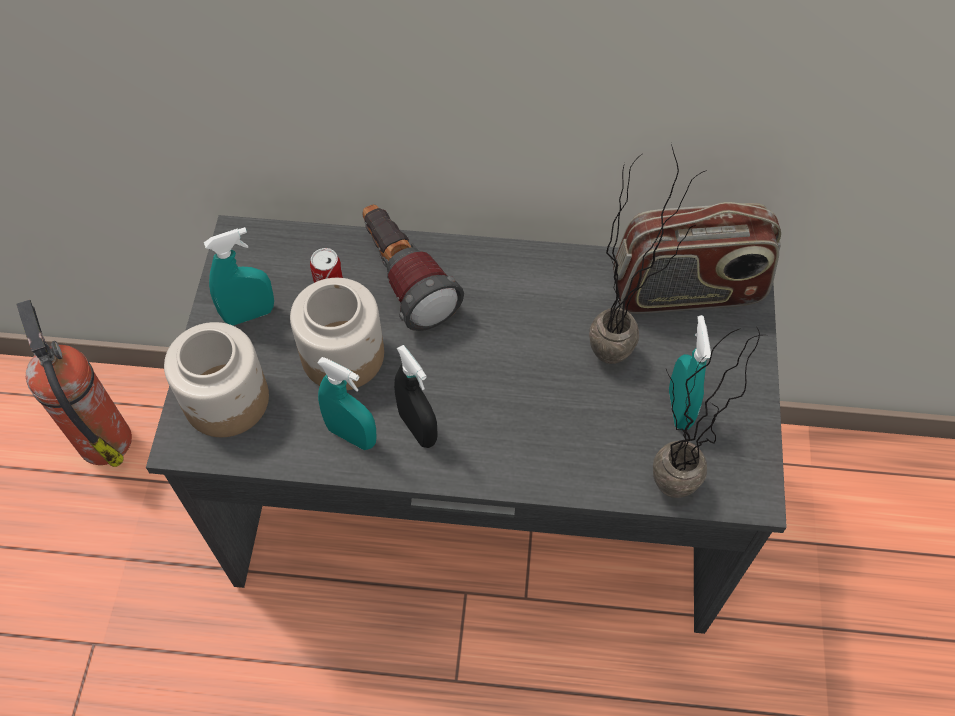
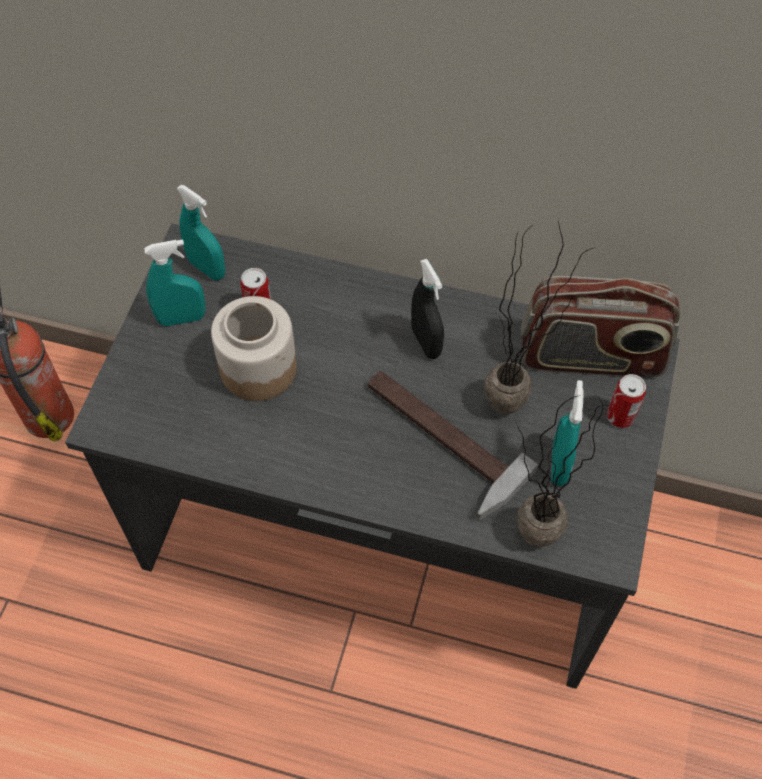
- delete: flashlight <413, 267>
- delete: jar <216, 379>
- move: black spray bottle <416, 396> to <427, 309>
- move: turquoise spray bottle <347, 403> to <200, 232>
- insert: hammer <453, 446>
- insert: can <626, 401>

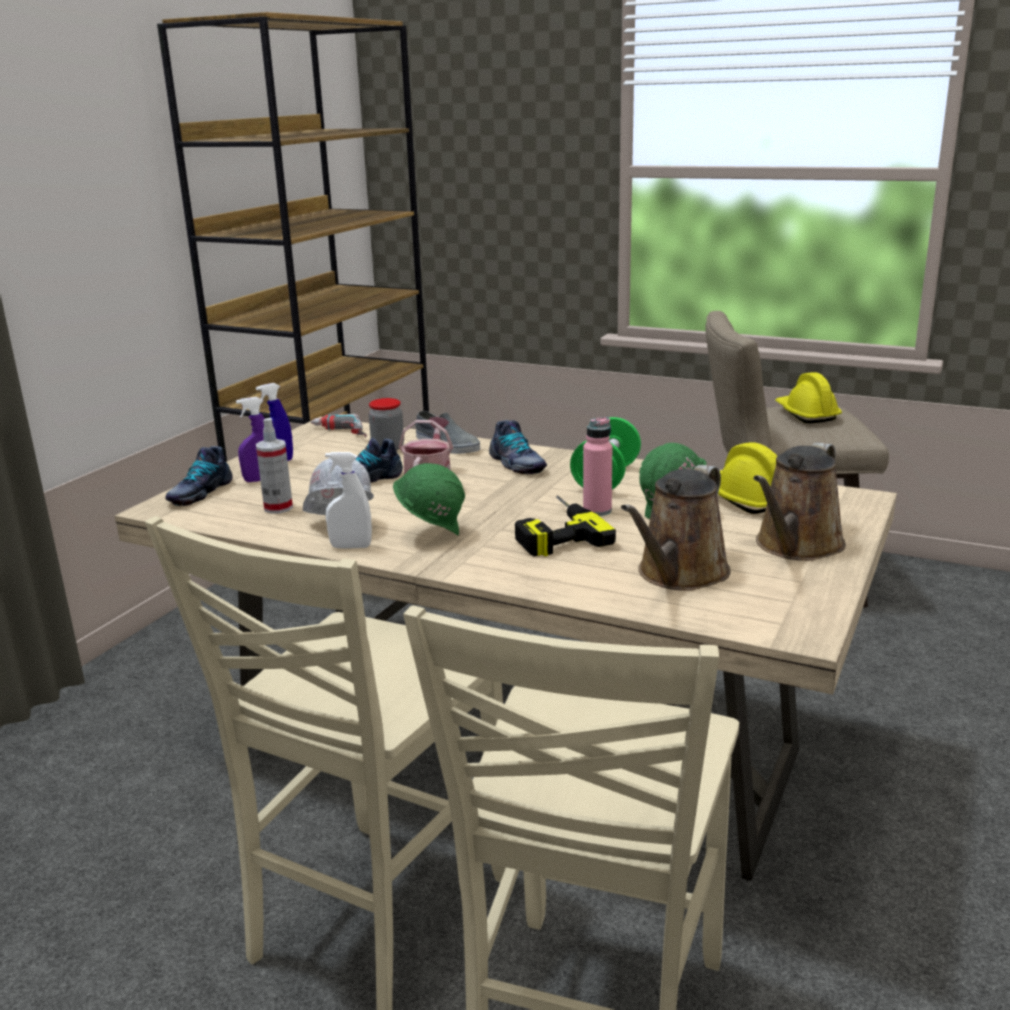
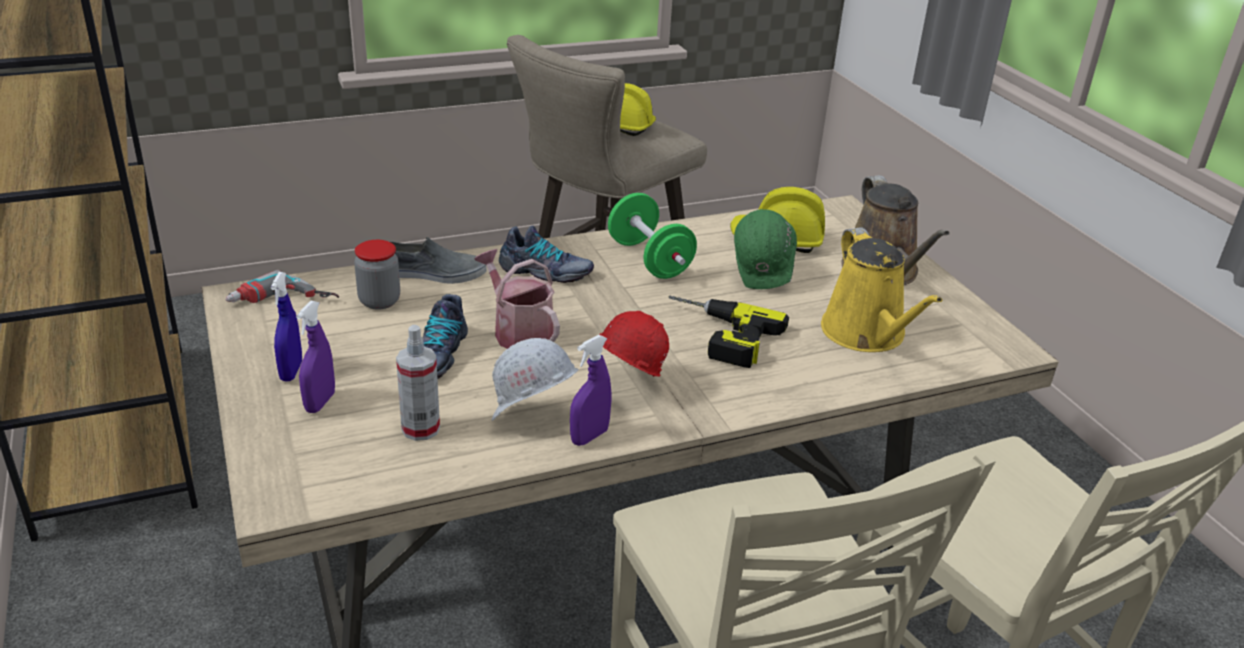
- delete: pink bottle <597, 466>
- delete: shoe <199, 476>
- recolor: white spray bottle <348, 500> to purple spray bottle <591, 390>
- recolor: green hard hat <429, 499> to red hard hat <634, 344>
- recolor: brown watering can <676, 528> to yellow watering can <881, 289>

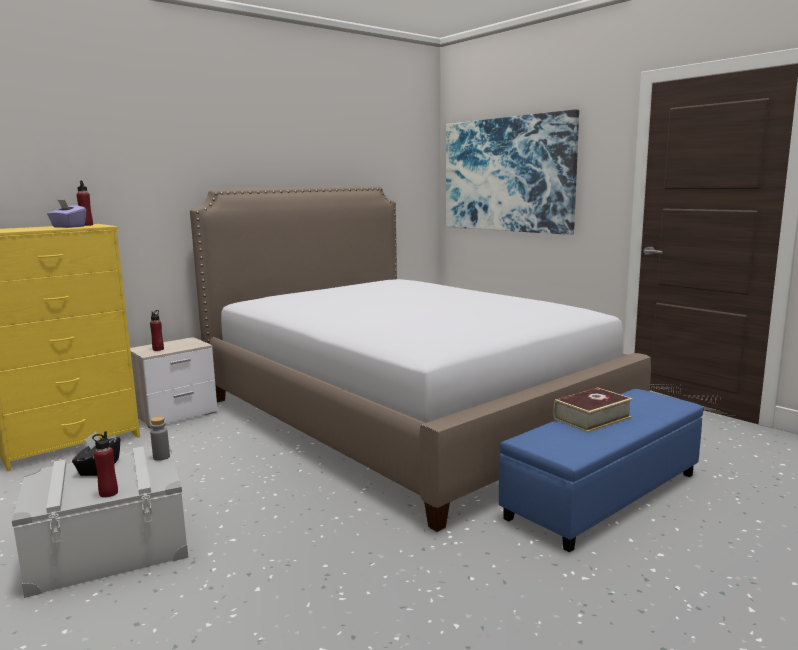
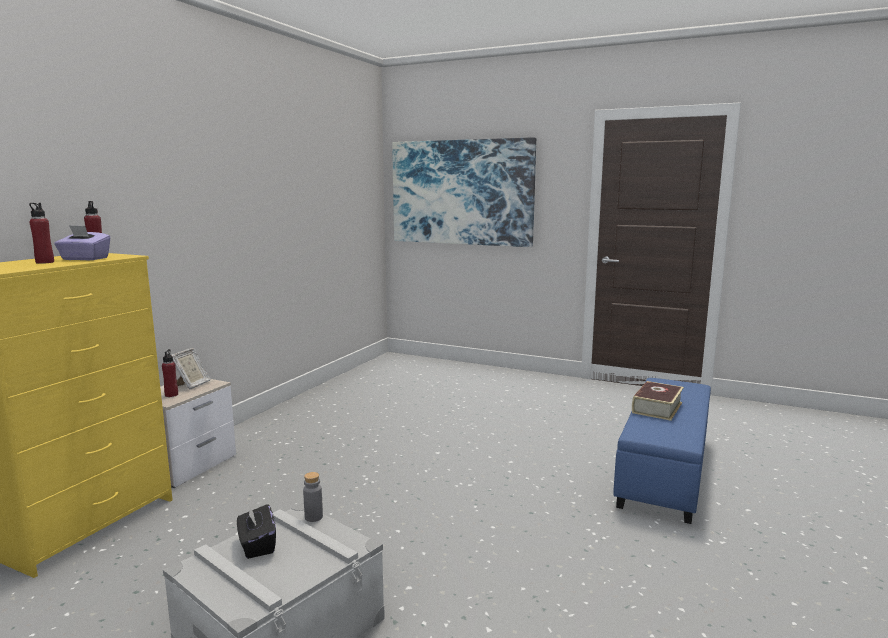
- delete: bed <420, 359>
- move: red bottle <105, 464> to <41, 233>
- insert: picture frame <190, 368>

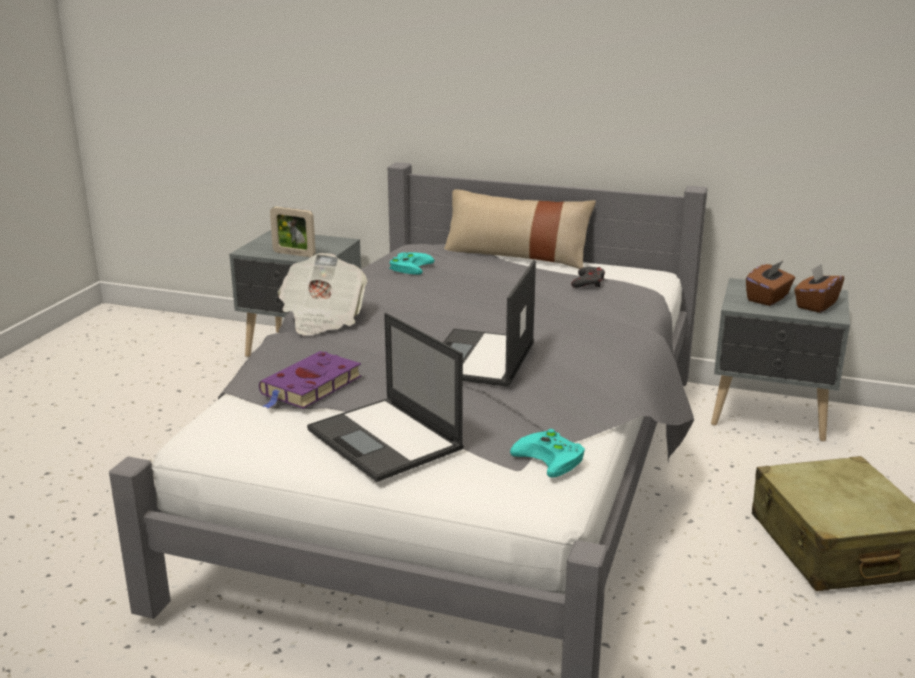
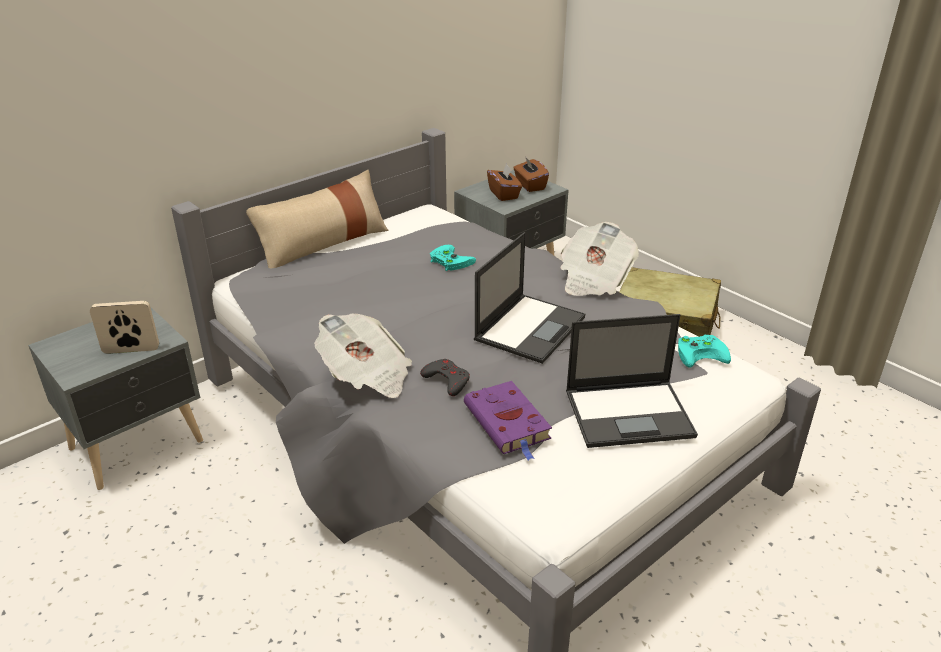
- rotate: picture frame <293, 232> = <124, 327> 150 degrees counterclockwise
- move: turquoise game controller <411, 263> to <453, 258>
- rotate: laptop <489, 323> = <529, 298> 105 degrees counterclockwise
- move: grey game controller <588, 277> to <445, 377>
- insert: newspaper <599, 259>

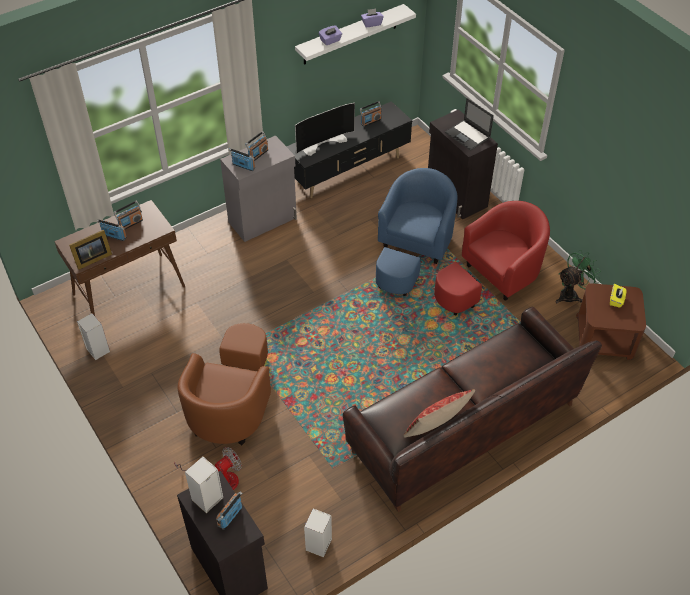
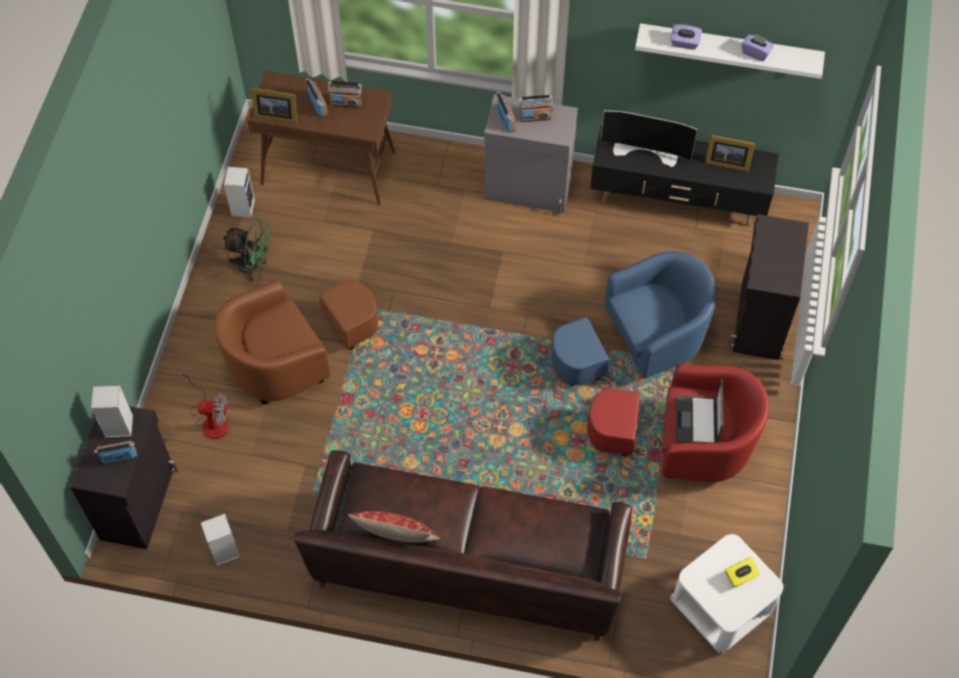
- move: laptop <469, 124> to <699, 411>
- replace: radio <371, 114> to picture frame <730, 153>
- move: green fan <578, 277> to <248, 249>
- recolor: brown side table <611, 321> to white side table <726, 594>

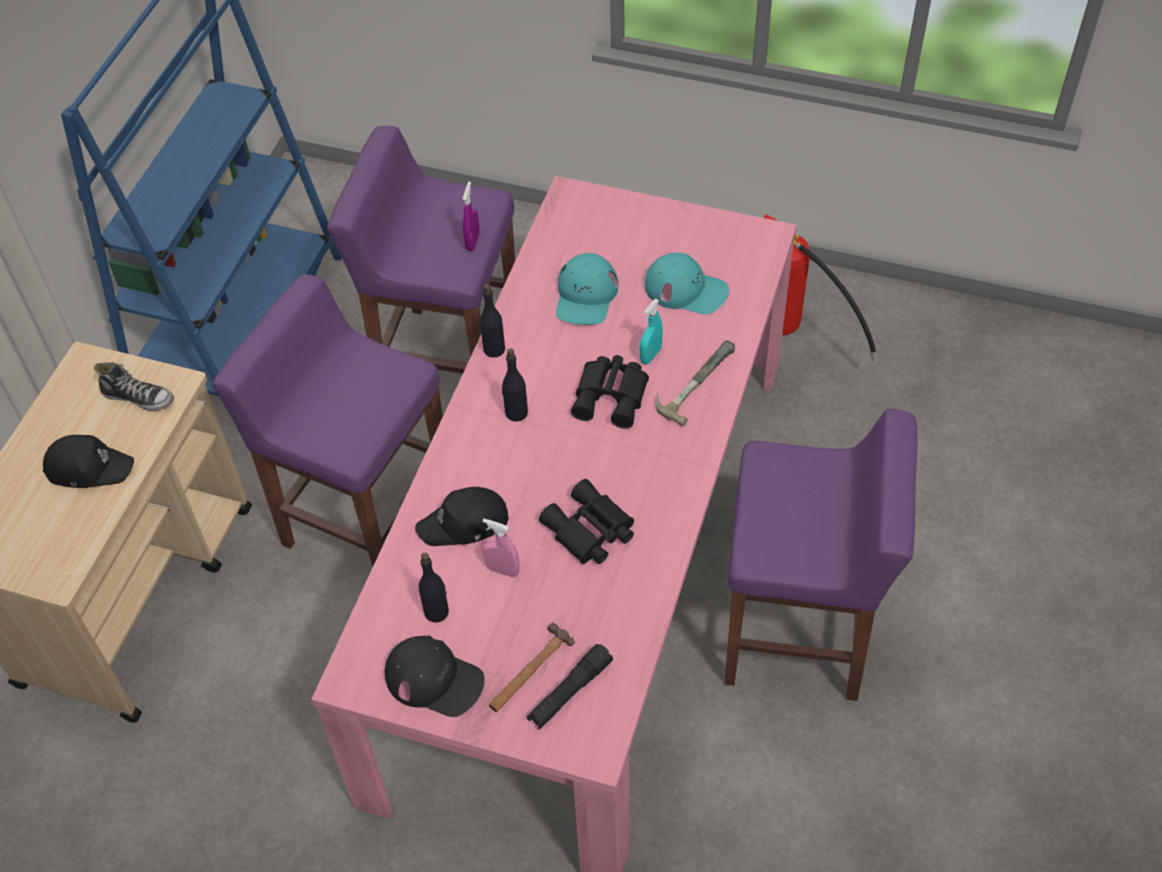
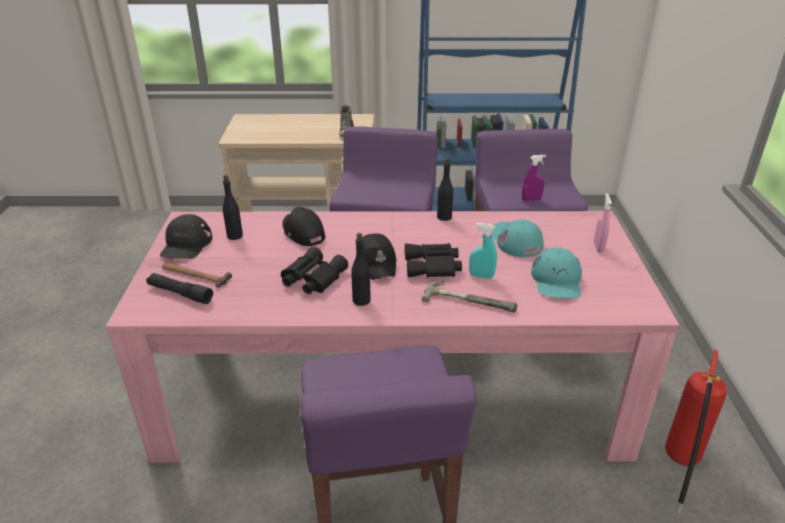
- rotate: turquoise cap <587, 289> = <517, 239> 75 degrees clockwise
- move: black bottle <515, 385> to <361, 269>
- move: black cap <88, 461> to <379, 257>
- move: pink spray bottle <501, 548> to <603, 223>

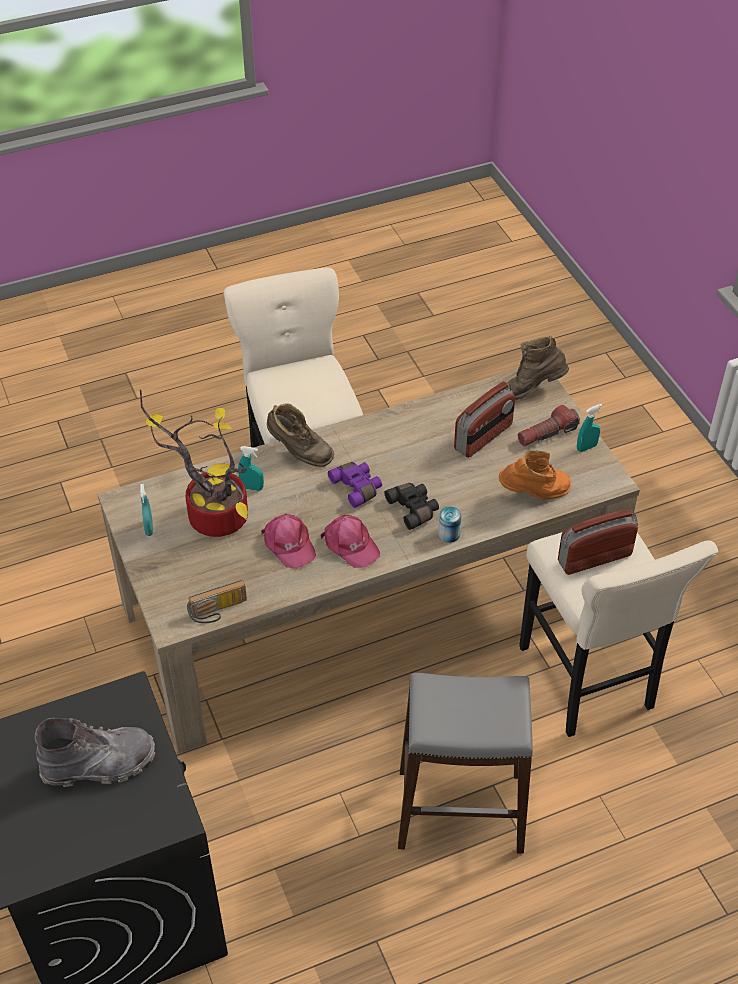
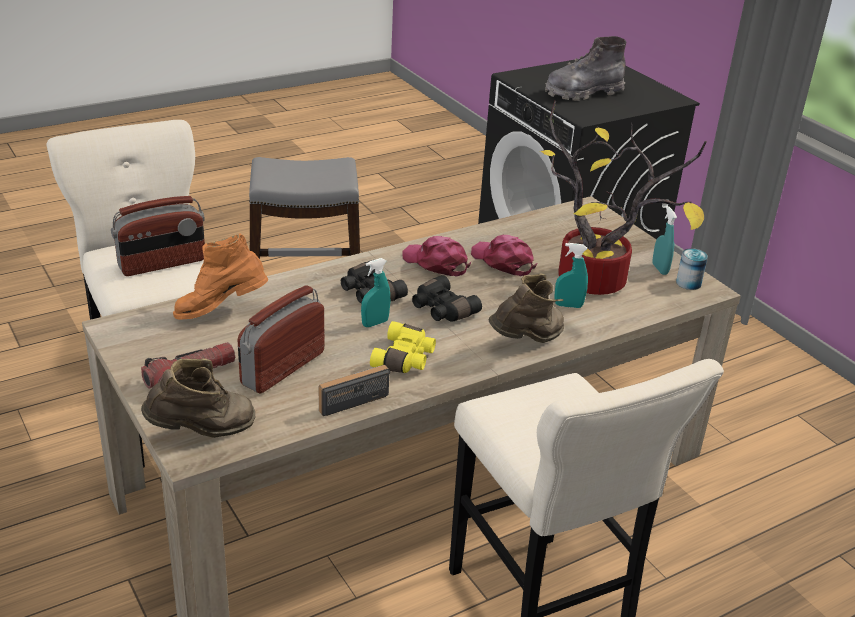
- rotate: brown boot <300, 435> = <526, 308> 120 degrees clockwise
- move: turquoise spray bottle <589, 428> to <375, 292>
- recolor: purple binoculars <355, 485> to black binoculars <447, 298>
- move: can <450, 524> to <692, 269>
- move: radio <217, 601> to <355, 390>
- insert: yellow binoculars <403, 347>

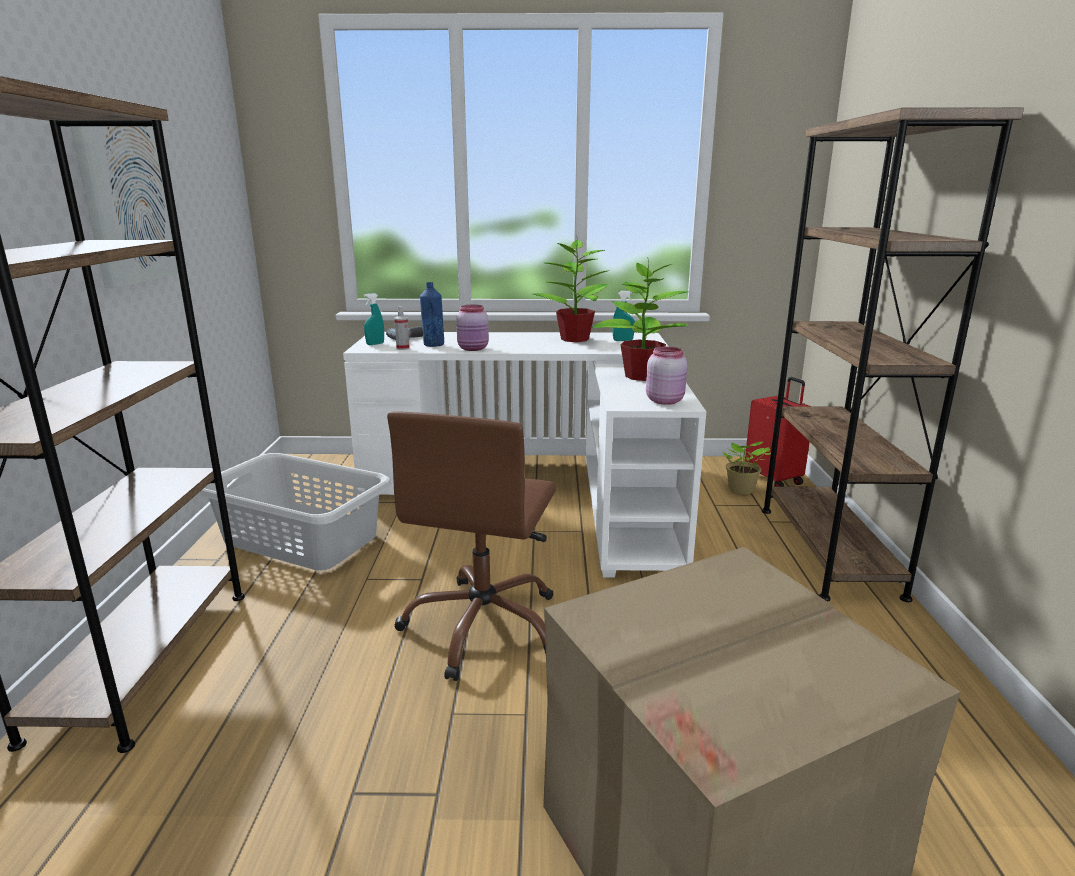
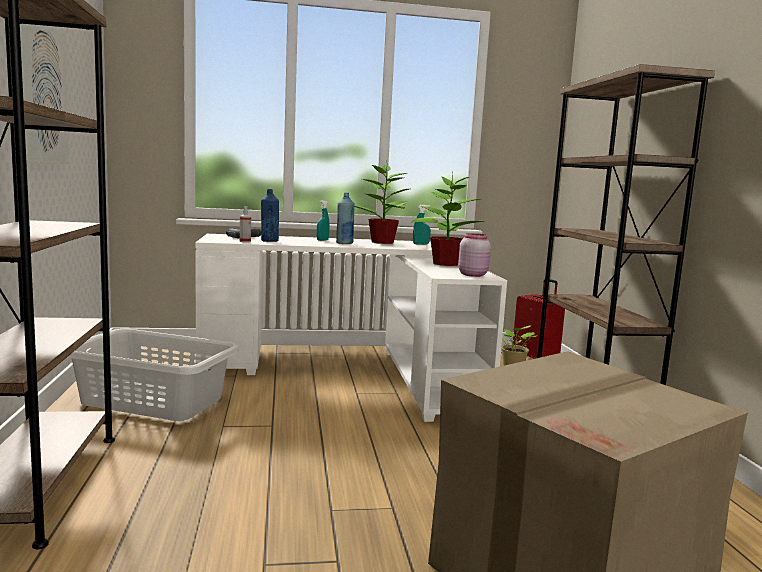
- move: turquoise spray bottle <374, 319> to <323, 220>
- delete: pink jar <472, 328>
- delete: brown office chair <471, 546>
- insert: blue bottle <345, 218>

